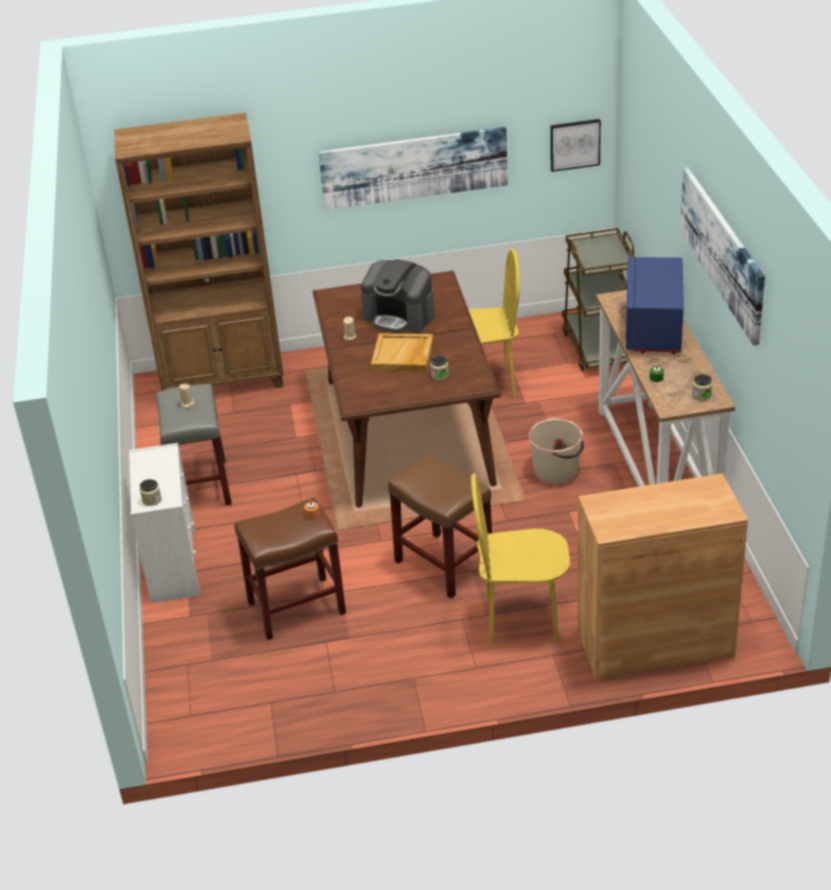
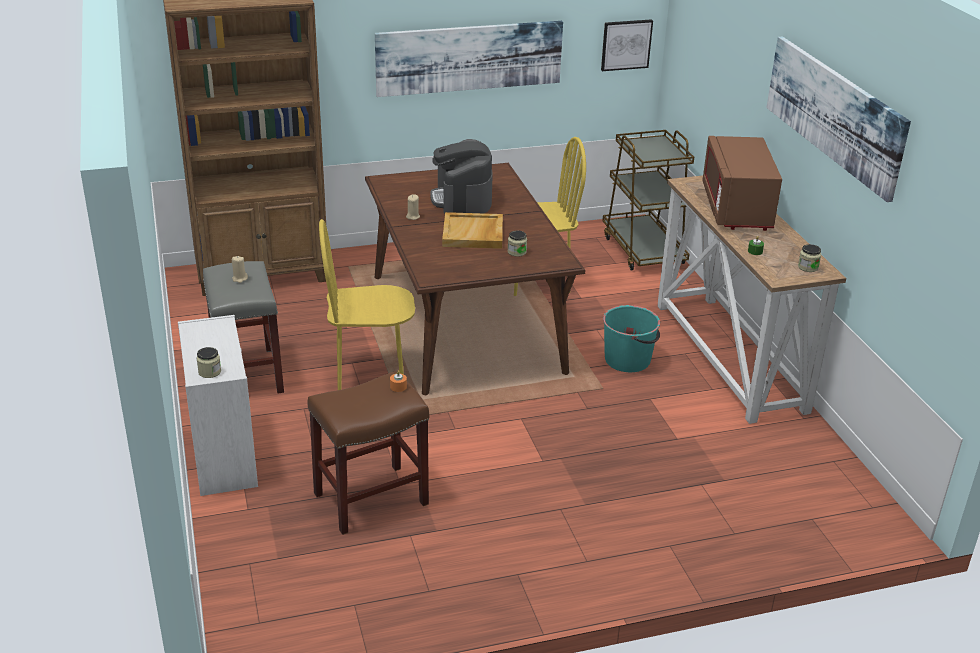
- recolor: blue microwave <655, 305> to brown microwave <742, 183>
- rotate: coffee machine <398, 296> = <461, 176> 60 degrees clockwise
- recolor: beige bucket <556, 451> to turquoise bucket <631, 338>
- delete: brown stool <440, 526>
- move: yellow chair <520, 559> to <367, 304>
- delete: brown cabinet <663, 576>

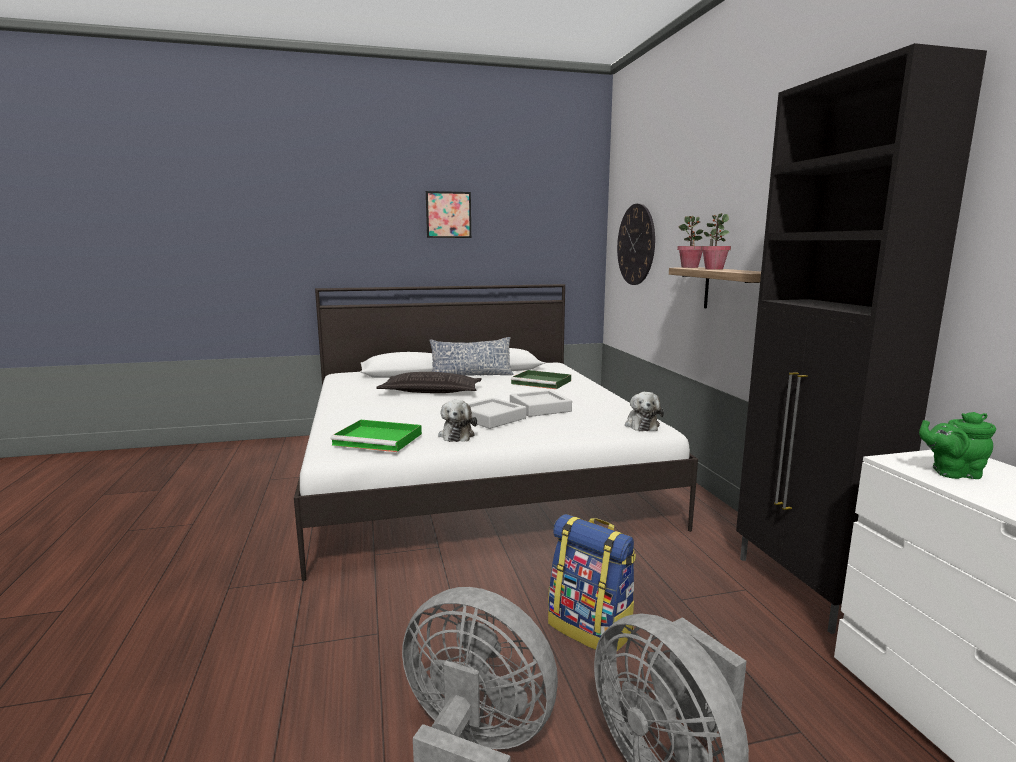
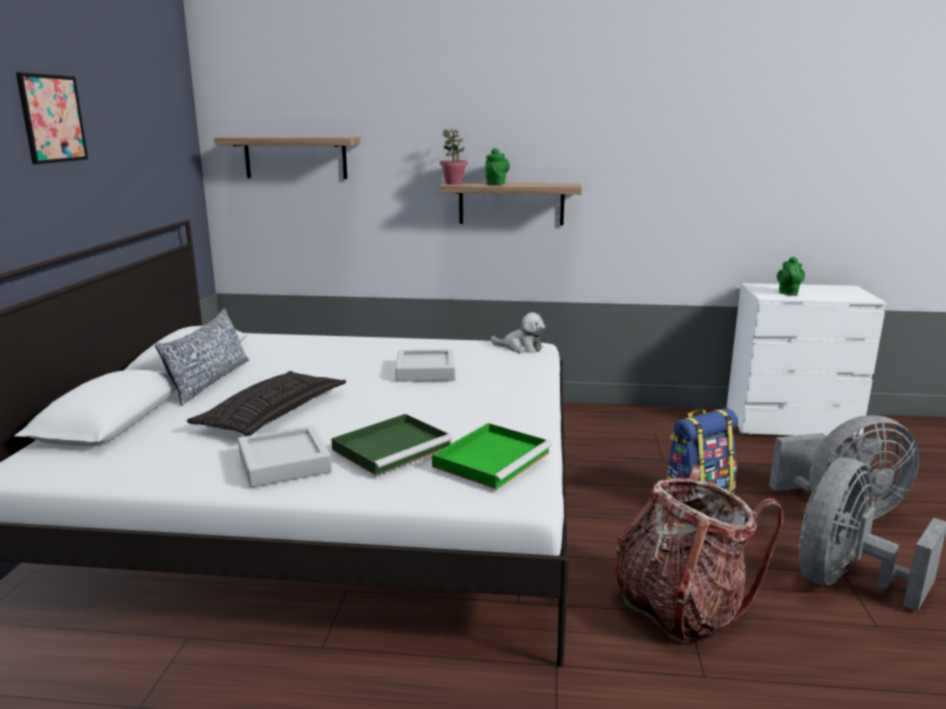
- delete: black cabinet <861, 338>
- replace: wall clock <636, 244> to shelf <287, 158>
- replace: potted plant <716, 241> to green teapot <497, 166>
- move: green tray <541, 379> to <392, 445>
- move: grey tray <497, 413> to <285, 456>
- delete: plush toy <457, 421>
- insert: backpack <699, 555>

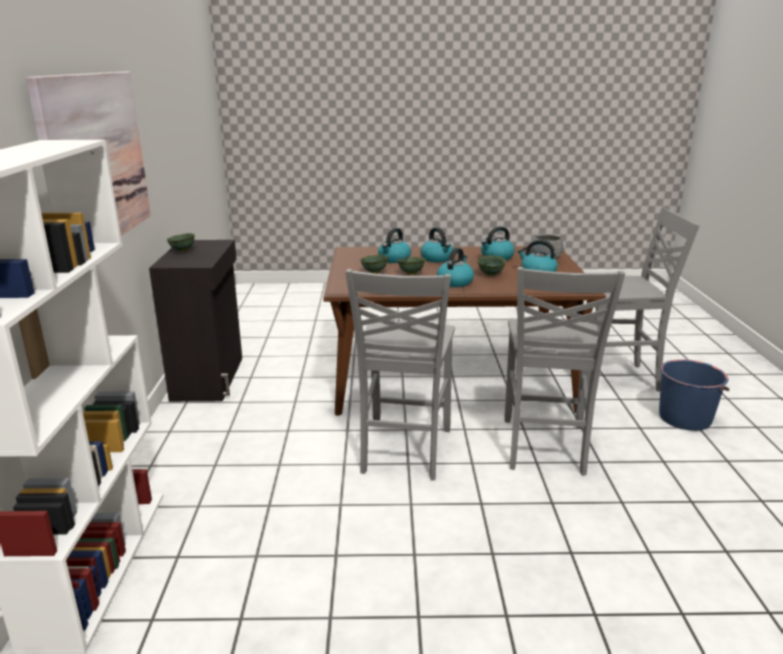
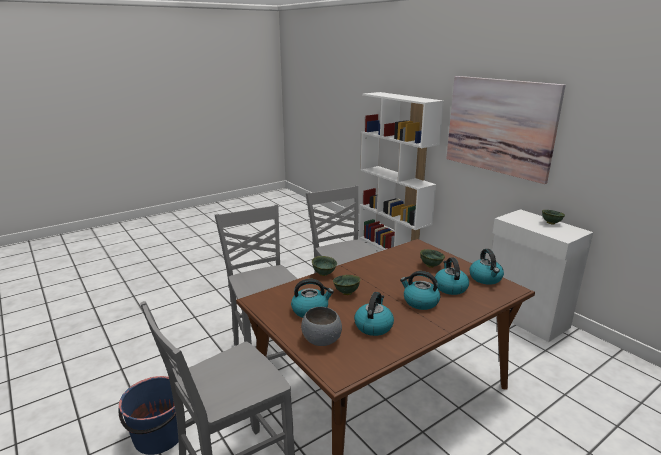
- recolor: black cabinet <195, 321> to white cabinet <543, 275>
- move: kettle <455, 267> to <487, 267>
- move: green bowl <411, 266> to <324, 266>

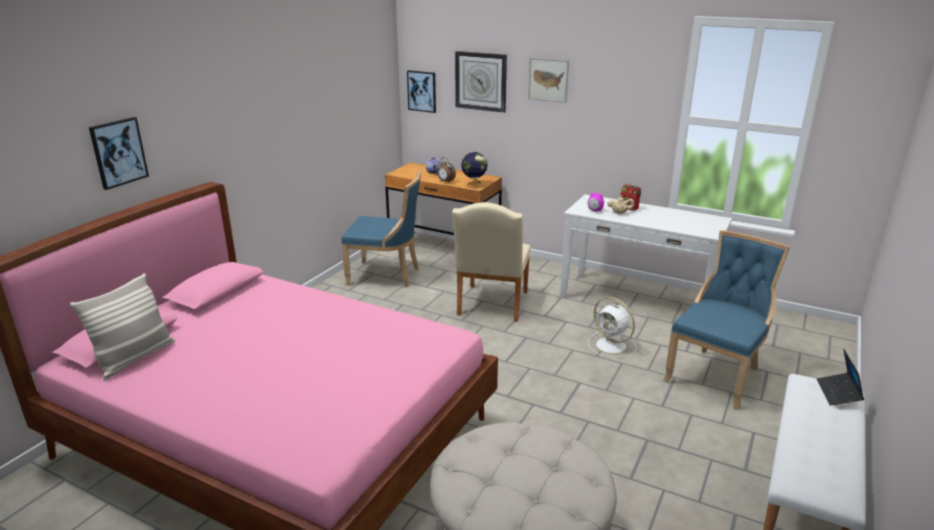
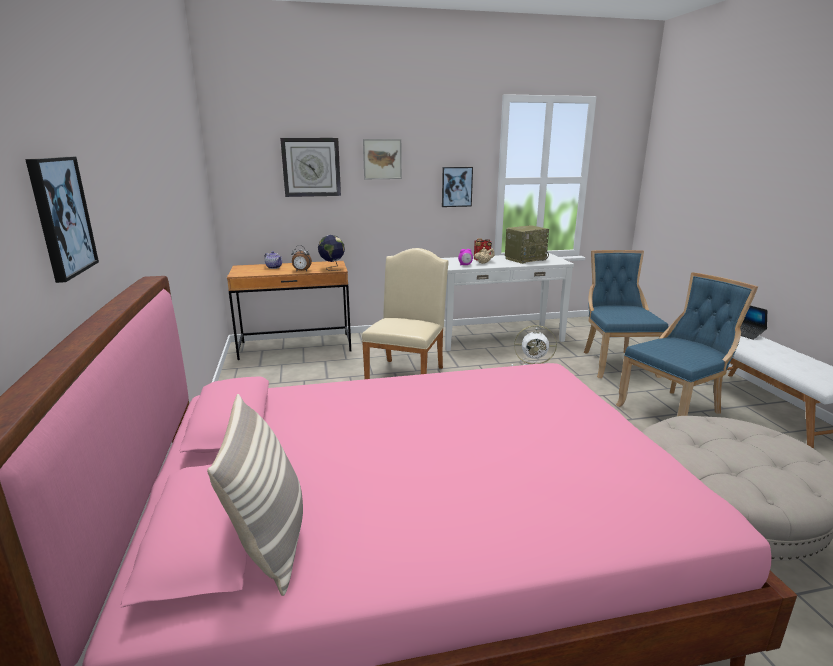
- move: picture <421, 91> to <457, 187>
- move: blue chair <381, 229> to <687, 344>
- rotate: beige chair <491, 262> = <405, 313> 135 degrees counterclockwise
- insert: radio <527, 244>

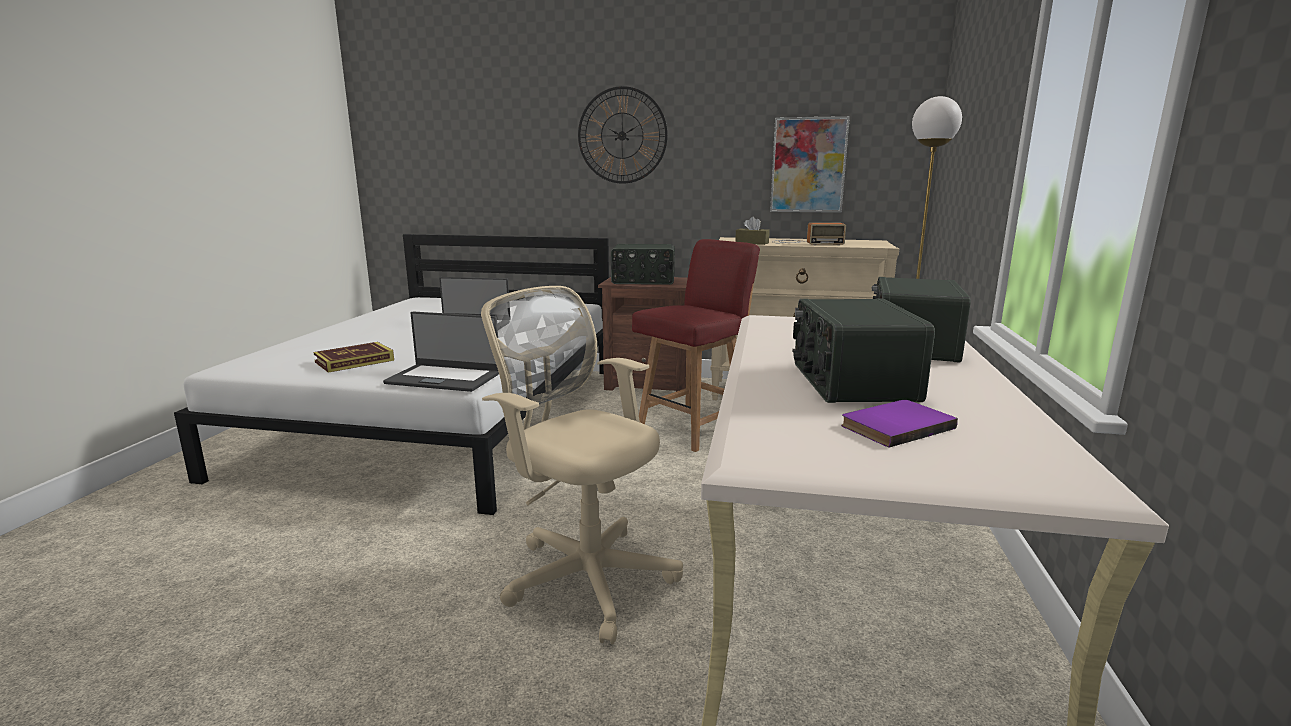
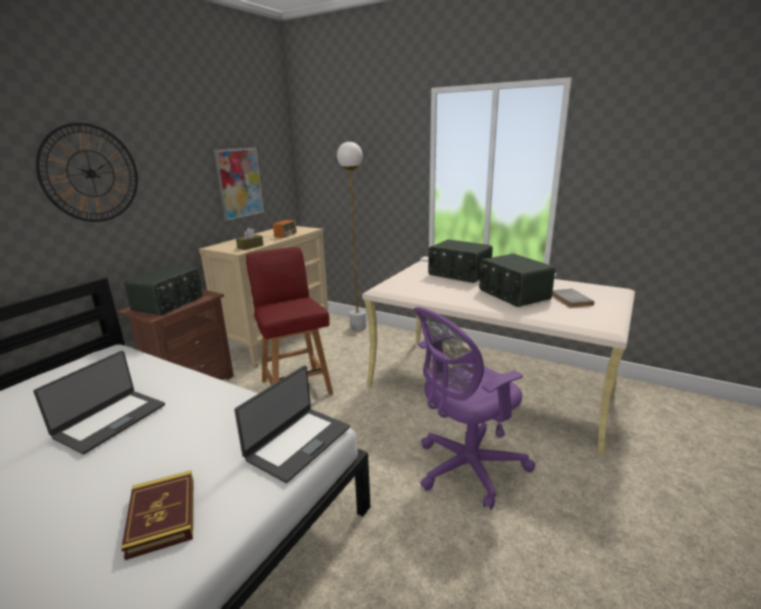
- recolor: beige office chair <582, 465> to purple office chair <474, 408>
- rotate: radio <863, 351> = <517, 280> 45 degrees clockwise
- recolor: purple book <899, 424> to grey book <573, 298>

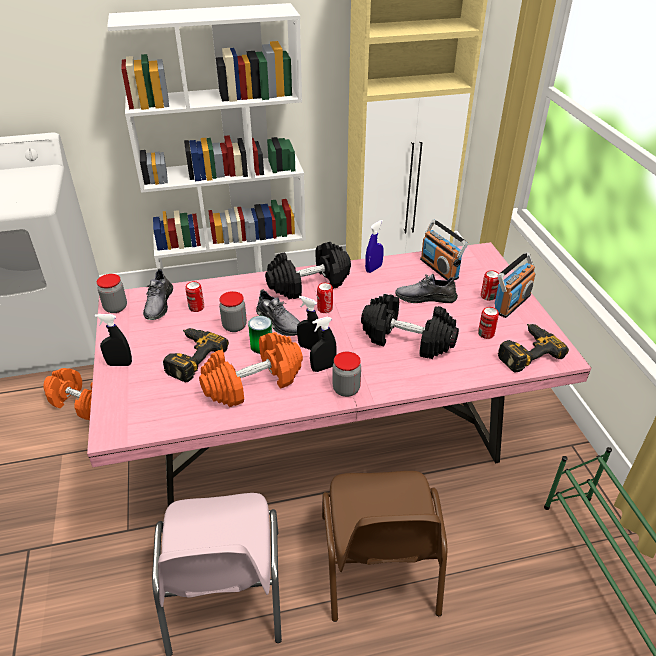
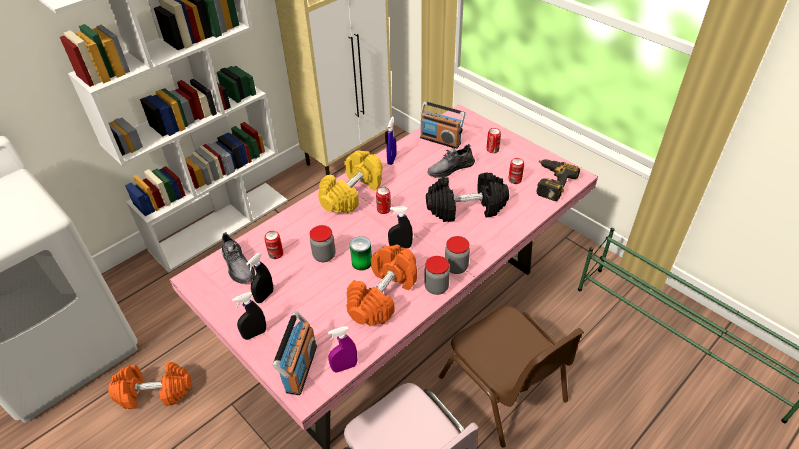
- recolor: black dumbbell <308, 270> to yellow dumbbell <350, 182>
- move: radio <515, 285> to <295, 353>
- move: jar <112, 293> to <437, 275>
- delete: grey shoe <278, 312>
- move: black spray bottle <323, 344> to <259, 278>
- delete: power drill <196, 355>
- insert: purple spray bottle <342, 349>

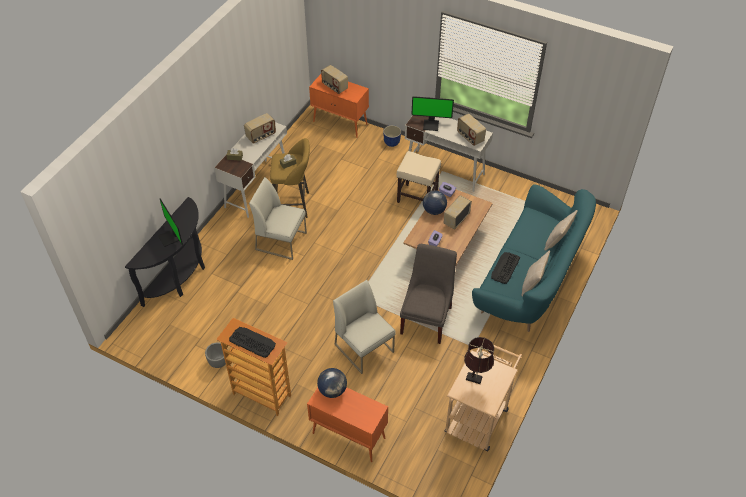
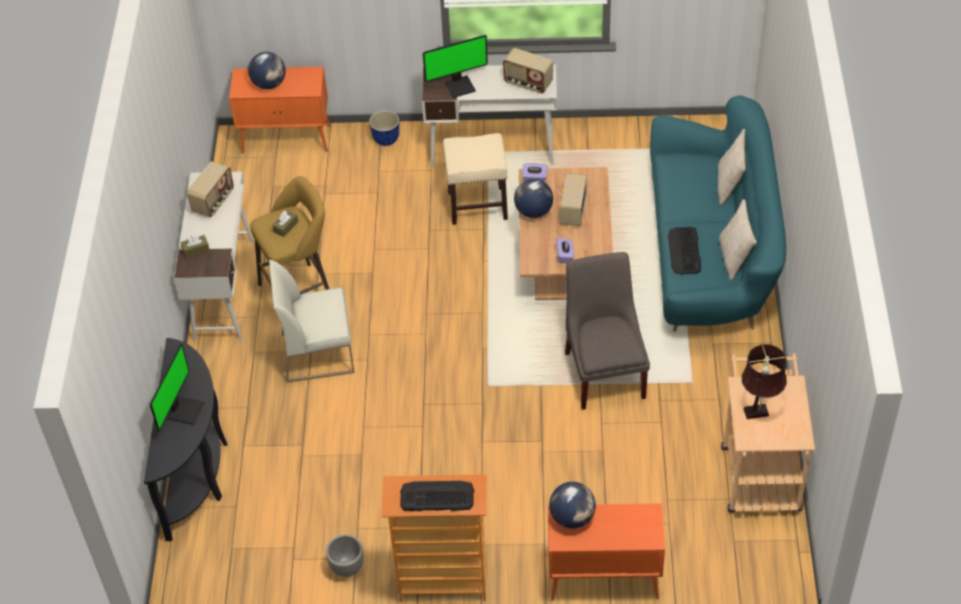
- replace: radio <334, 79> to globe <267, 70>
- rotate: monitor <170, 223> = <177, 387> 105 degrees counterclockwise
- delete: white chair <364, 327>

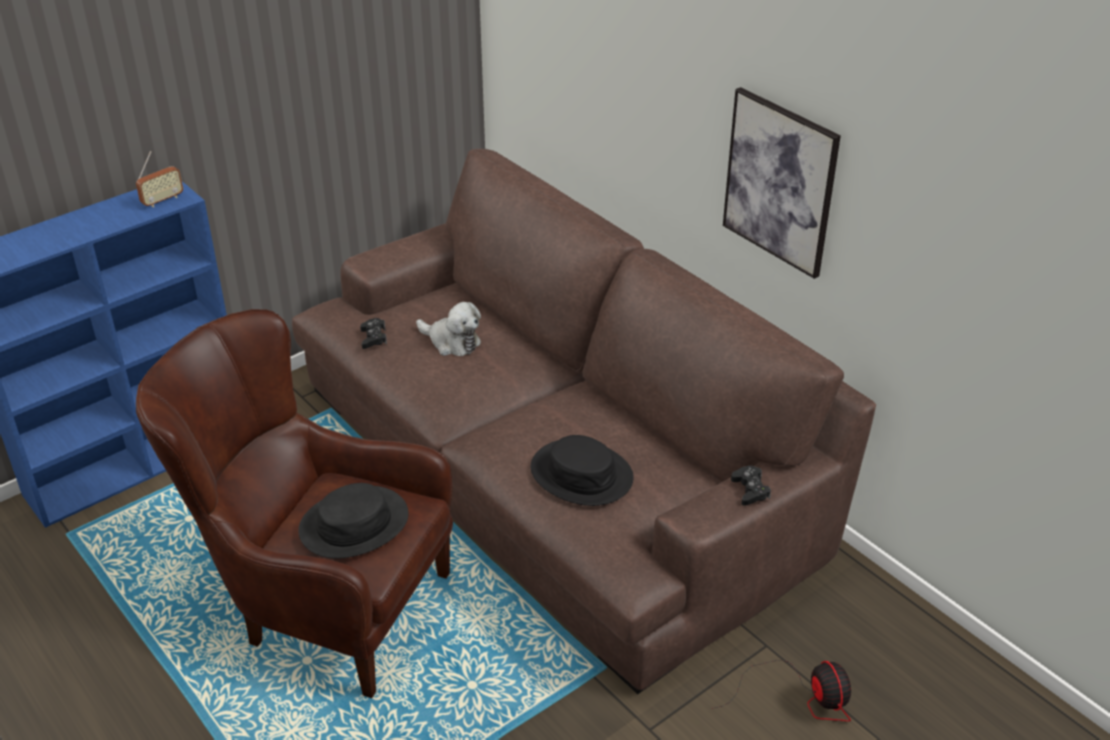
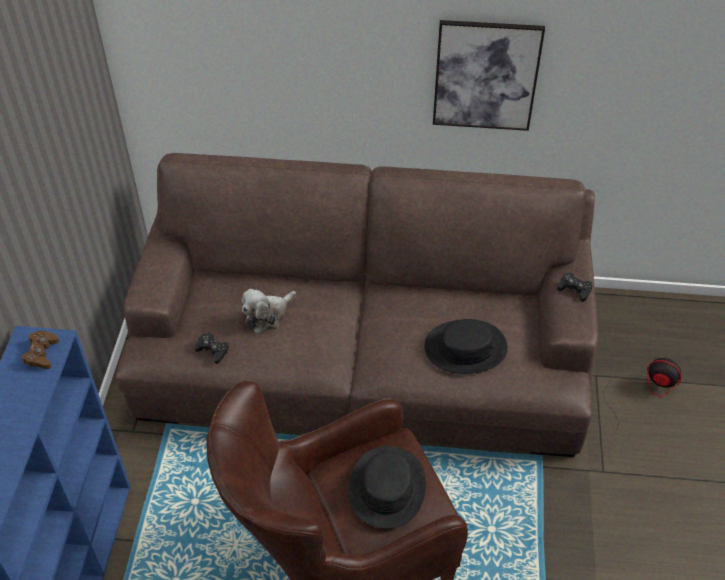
- replace: radio <159, 179> to brown game controller <40, 350>
- rotate: plush toy <448, 329> = <269, 311> 150 degrees clockwise

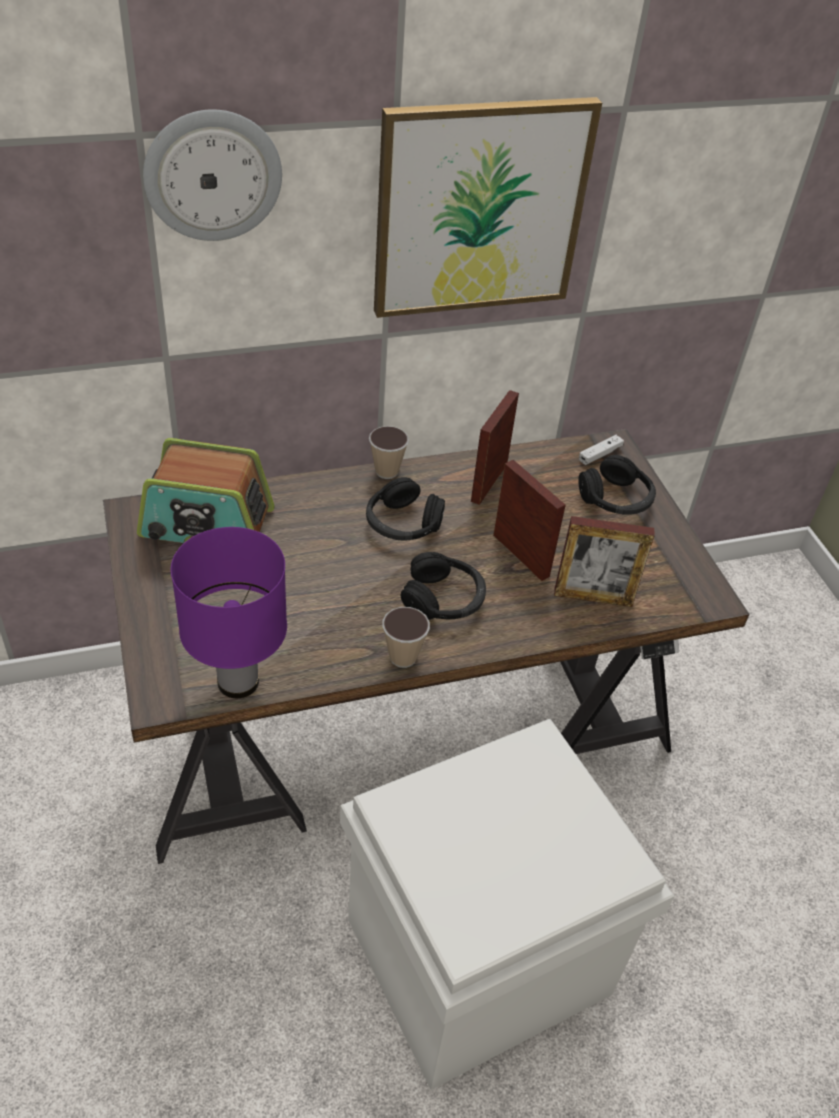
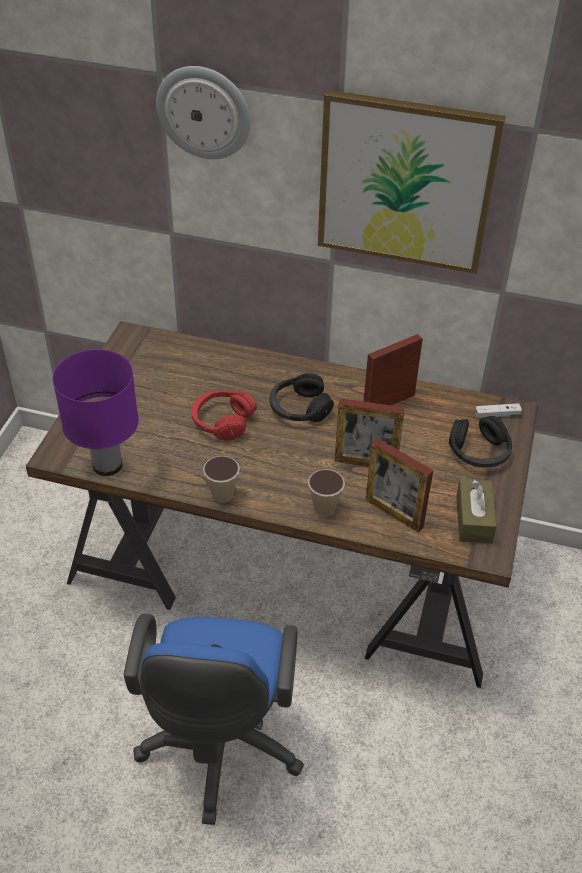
- move: cup <389, 452> to <326, 493>
- delete: radio <206, 490>
- rotate: picture frame <529, 520> = <370, 432> 105 degrees clockwise
- delete: black headphones <443, 586>
- replace: white storage box <507, 904> to blue office chair <214, 719>
- insert: red headphones <224, 415>
- insert: brown tissue box <476, 511>

